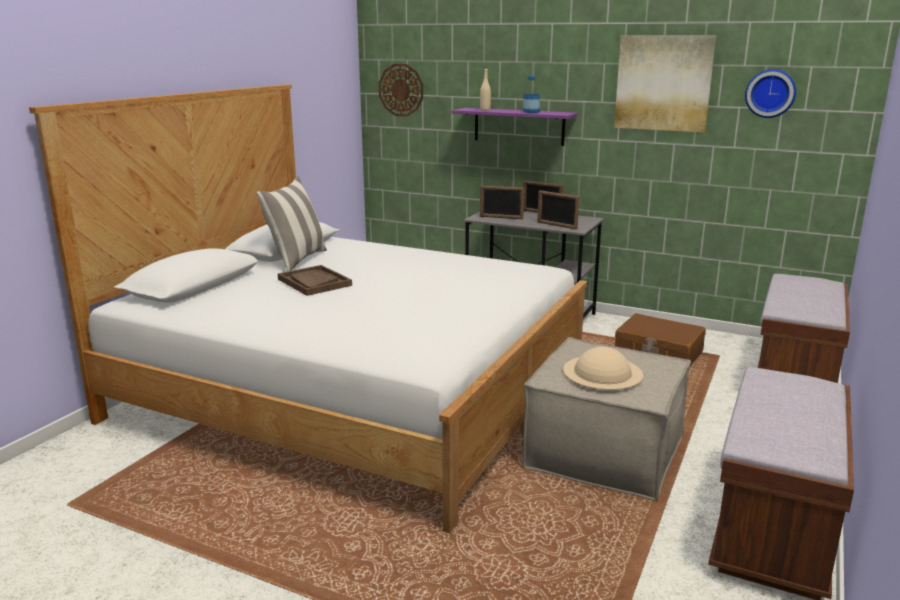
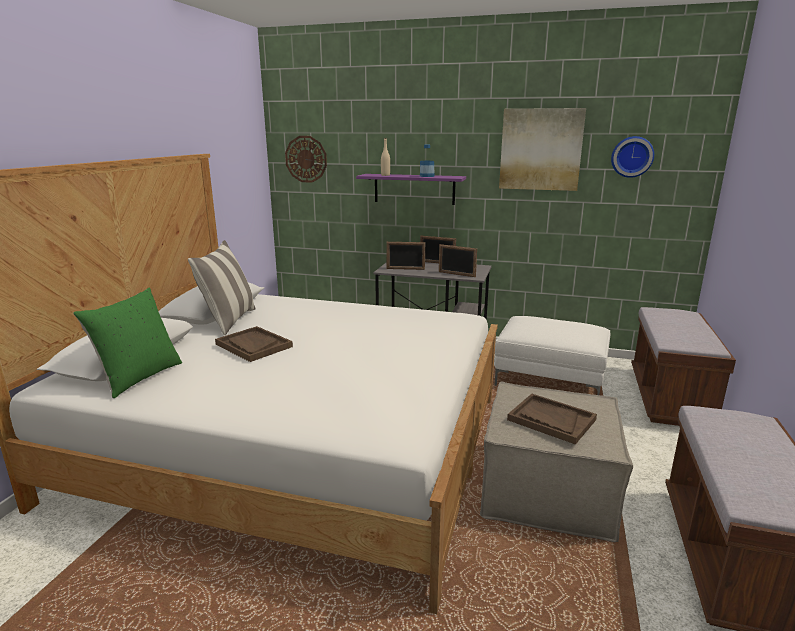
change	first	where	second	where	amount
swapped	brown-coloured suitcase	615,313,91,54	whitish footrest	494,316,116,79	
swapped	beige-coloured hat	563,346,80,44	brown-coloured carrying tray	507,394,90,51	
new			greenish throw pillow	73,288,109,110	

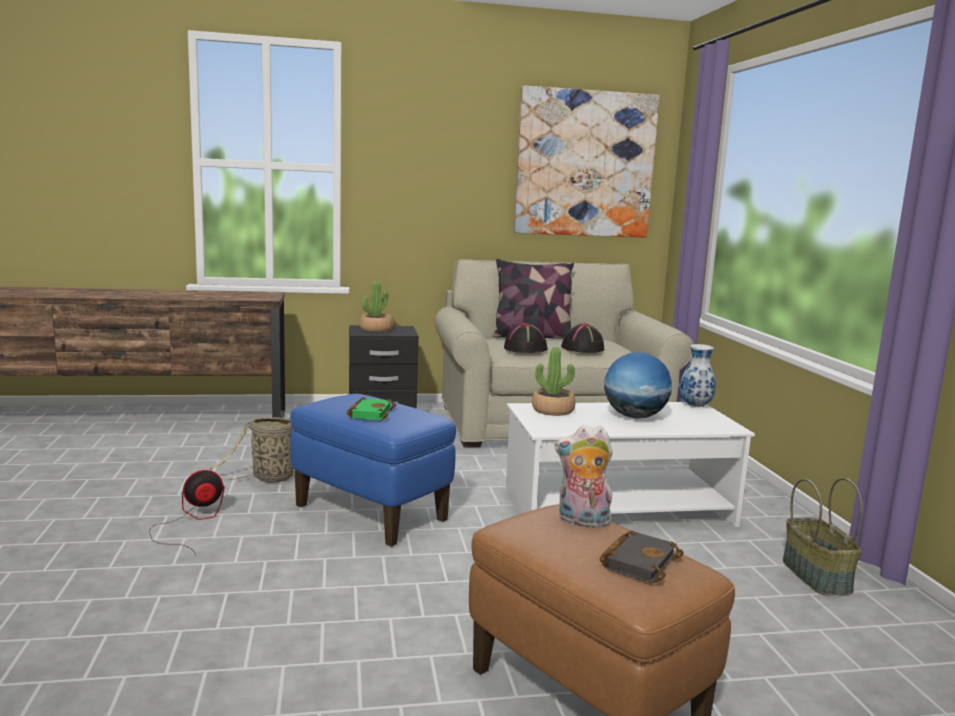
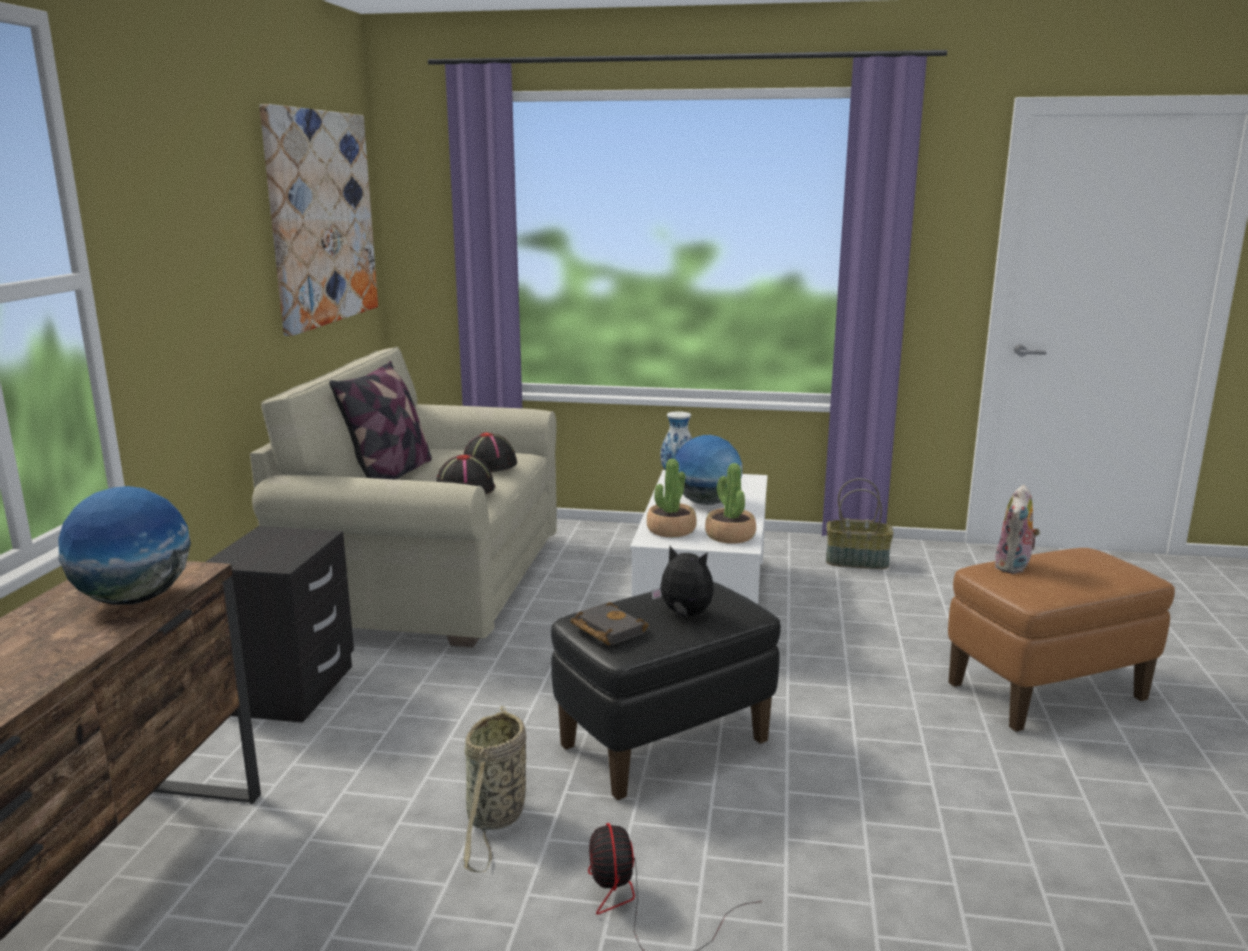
change	first	where	second	where	amount
shifted	plant in a pot	360,281,33,51		705,463,51,81	
repainted	bluish footrest	290,394,166,153	black-coloured footrest	551,582,230,218	
swapped	greenish bound book	347,397,49,24	cuddly toy	651,546,63,71	
shifted	black-coloured bound book	599,531,85,52		571,602,78,43	
new			world globe	59,486,132,119	

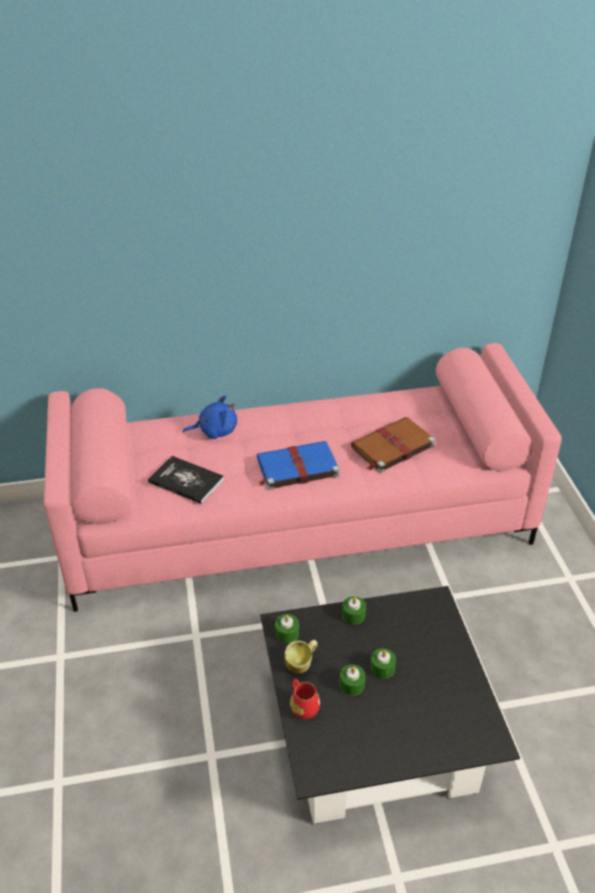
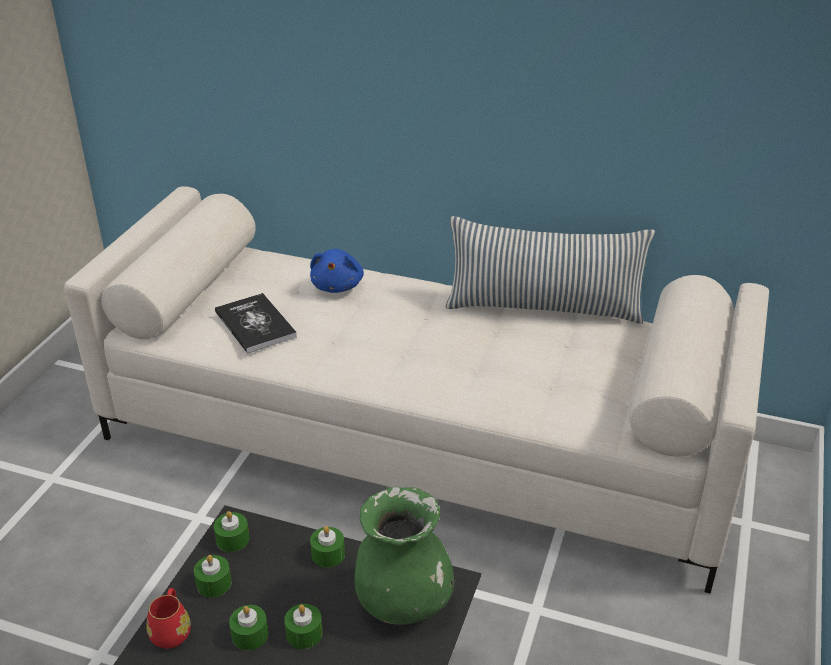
change	first	where	second	where	amount
repainted	pink-coloured settee	44,343,518,269	whitish settee	64,186,705,408	
rotated	bluish cuddly toy	183,395,54,44		310,249,54,44	75 degrees clockwise
gone	brown-coloured bound book	351,417,84,56			
gone	bluish bound book	257,441,83,49			
swapped	mug	284,640,34,34	greenish wax light	194,555,37,43	
new			throw pillow	446,216,209,108	
new			greenish vase	354,487,100,138	

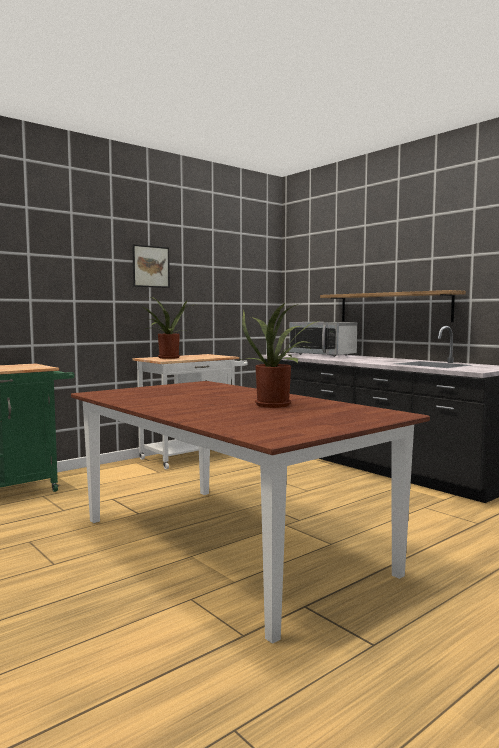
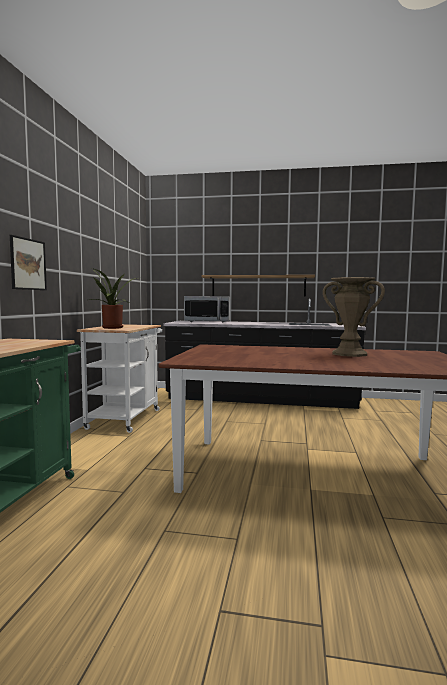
change	first	where	second	where	amount
shifted	wall picture	132,244,38,44		10,235,37,55	
swapped	plant in a pot	240,303,79,105	brown-coloured vase	323,277,62,80	

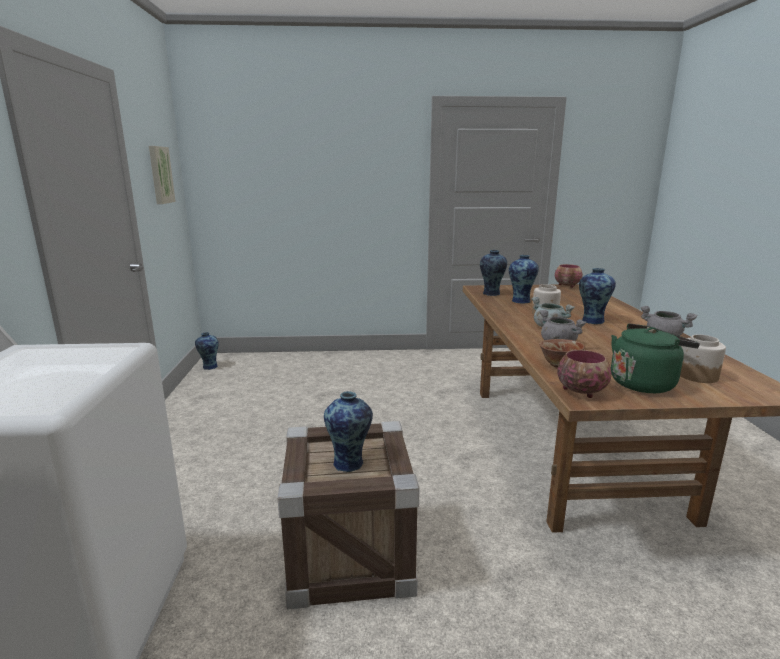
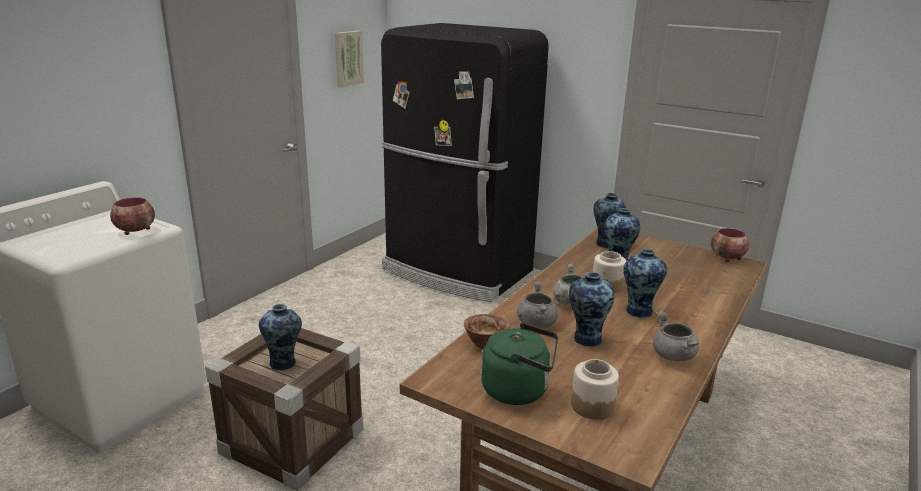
change	first	where	second	where	amount
shifted	vase	195,332,24,38		569,272,45,75	
shifted	serving bowl	557,350,54,48		110,197,45,38	
new			black-coloured refrigerator	381,23,168,279	

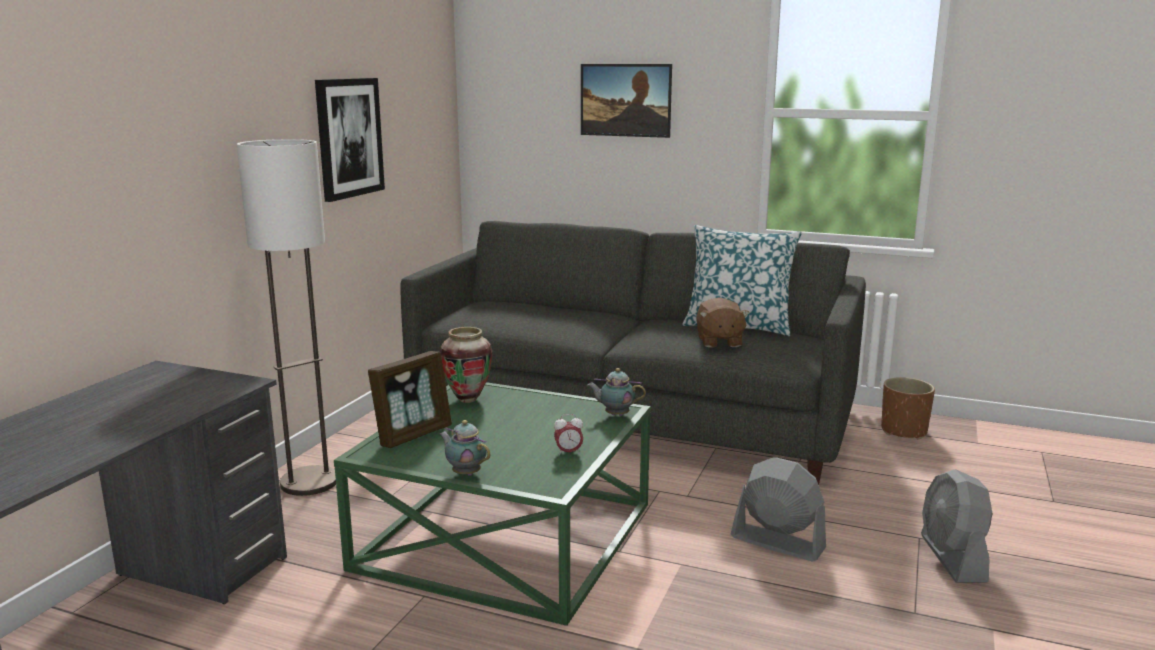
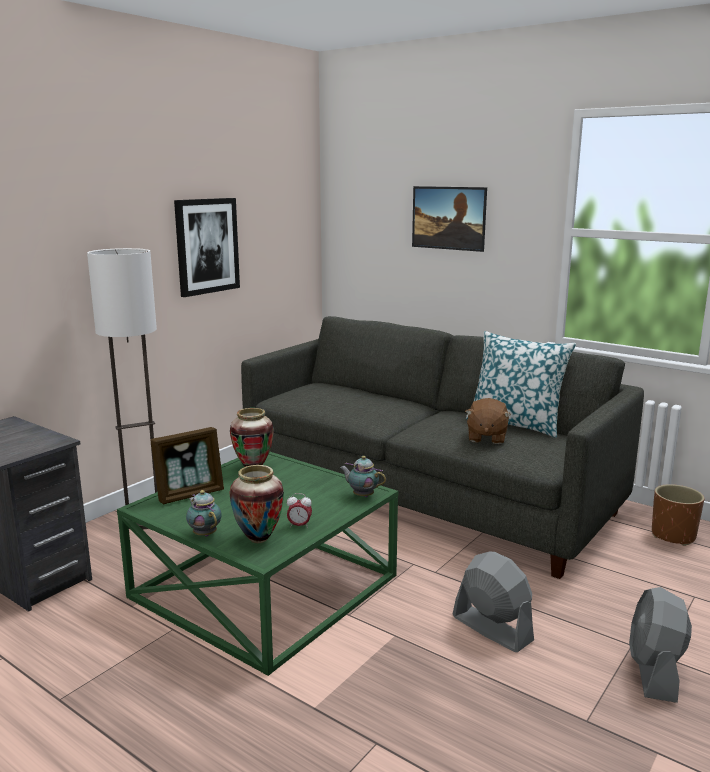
change	first	where	second	where	amount
new			vase	229,465,55,78	

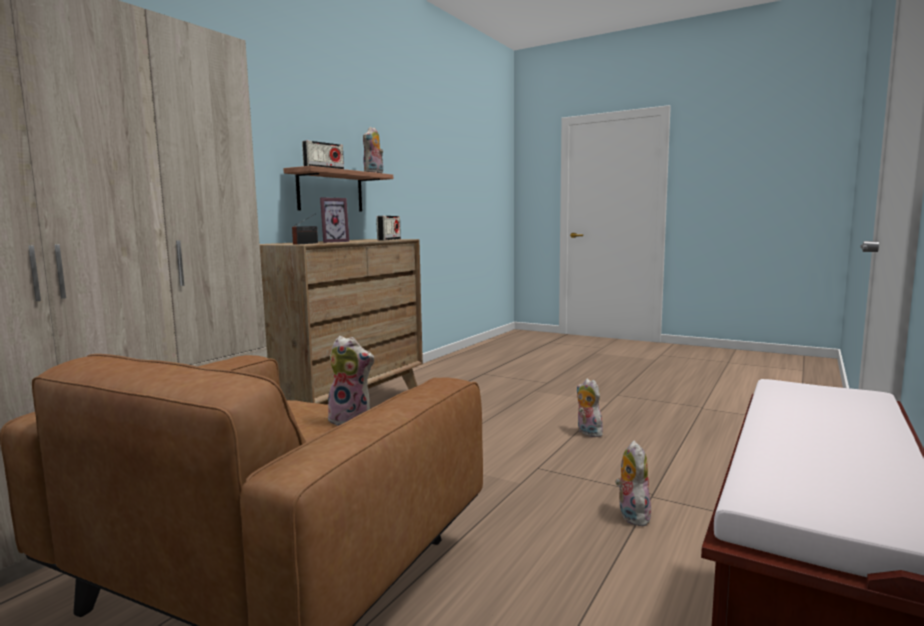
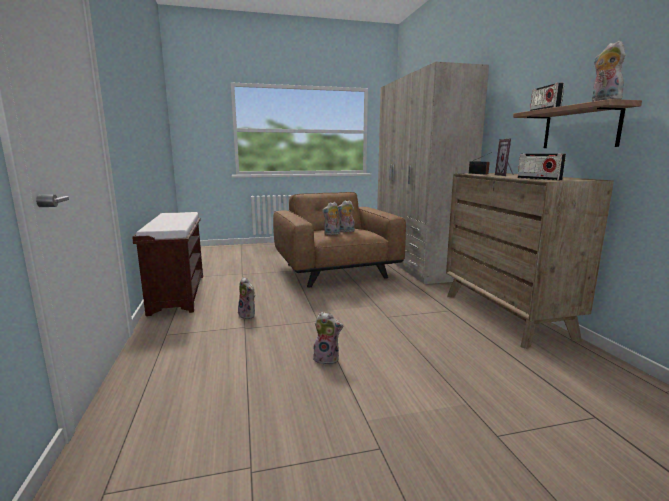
change	first	where	second	where	amount
new			cuddly toy	338,200,17,32	

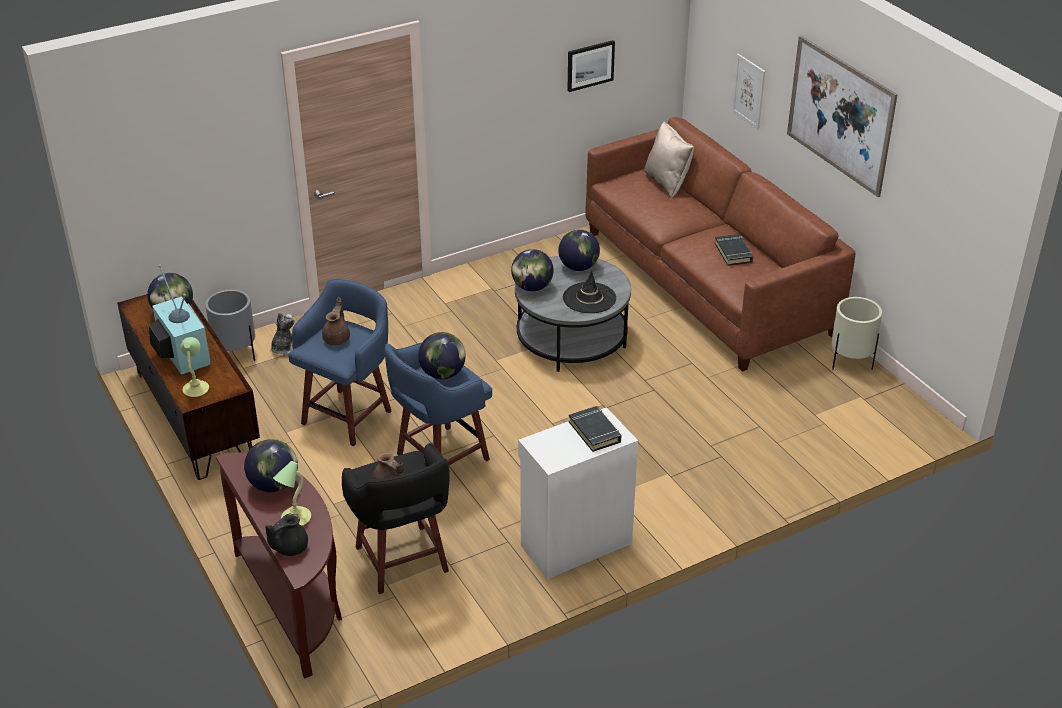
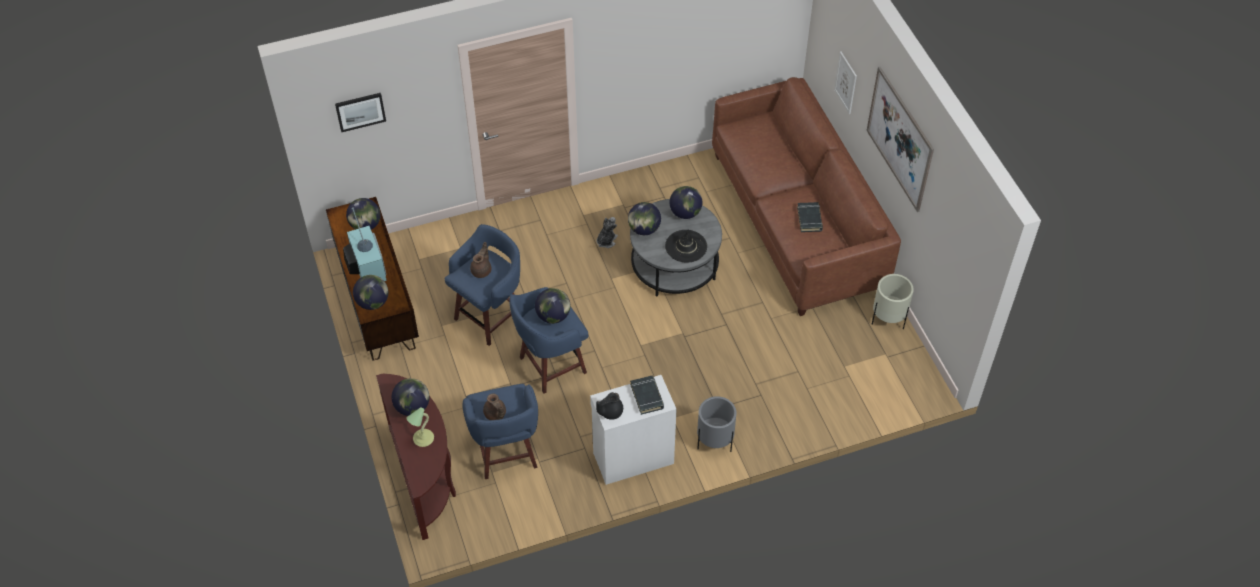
change	first	where	second	where	amount
shifted	wall picture	567,40,48,52		335,93,51,39	
gone	beige-coloured throw pillow	644,122,50,76			
shifted	grey flower pot	205,290,50,71		697,396,40,56	
shifted	cuddly toy	271,312,24,43		596,217,22,31	
swapped	lamp for a table	180,337,29,60	world globe	353,275,35,35	
repainted	black-coloured stool seat	342,443,108,151	bluish stool seat	462,384,76,95	
shifted	black-coloured tea pot	265,514,43,42		596,392,27,28	

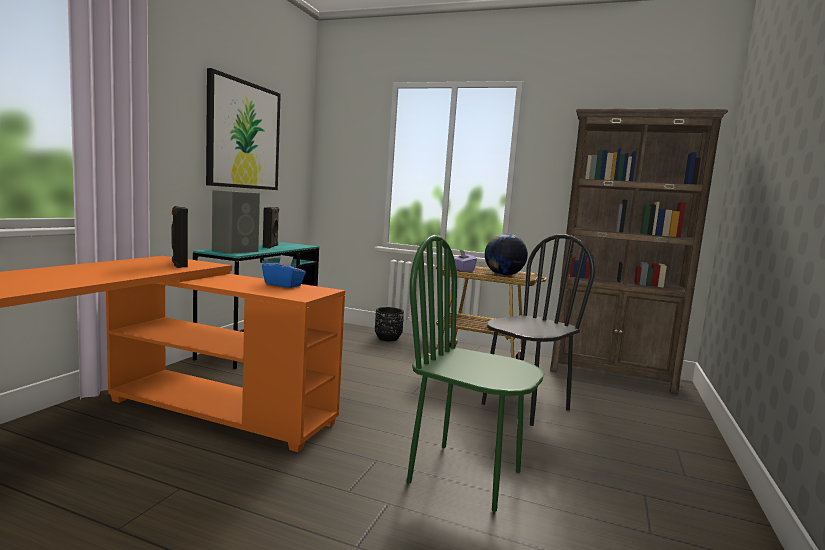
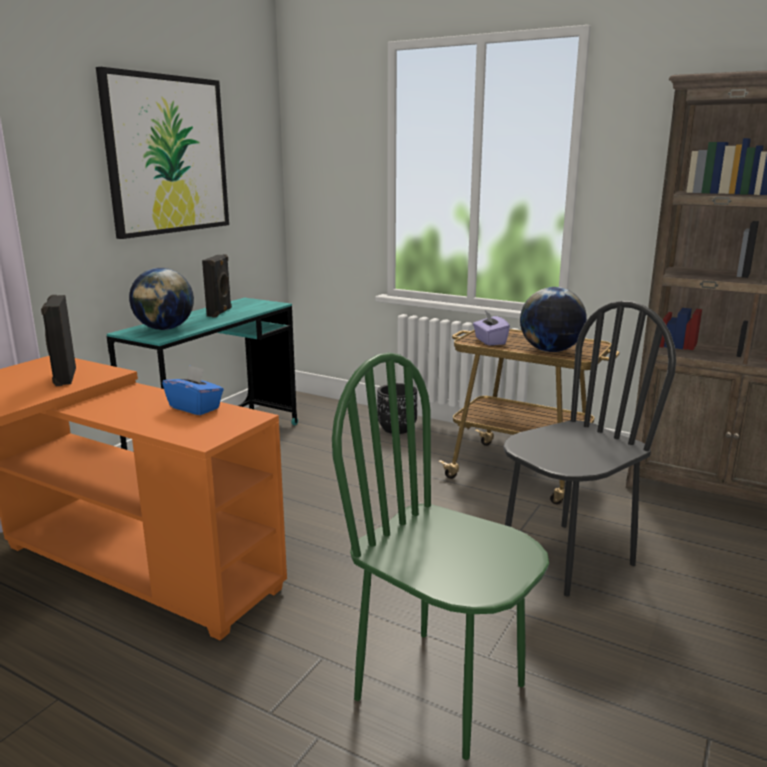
change	first	where	second	where	amount
swapped	grey audio speaker	212,190,48,64	world globe	129,268,65,62	

